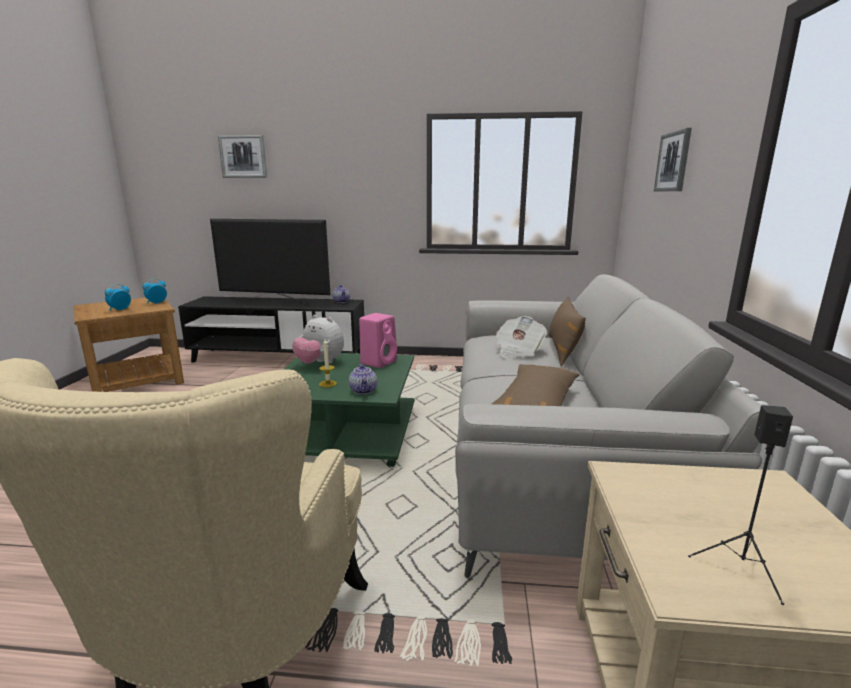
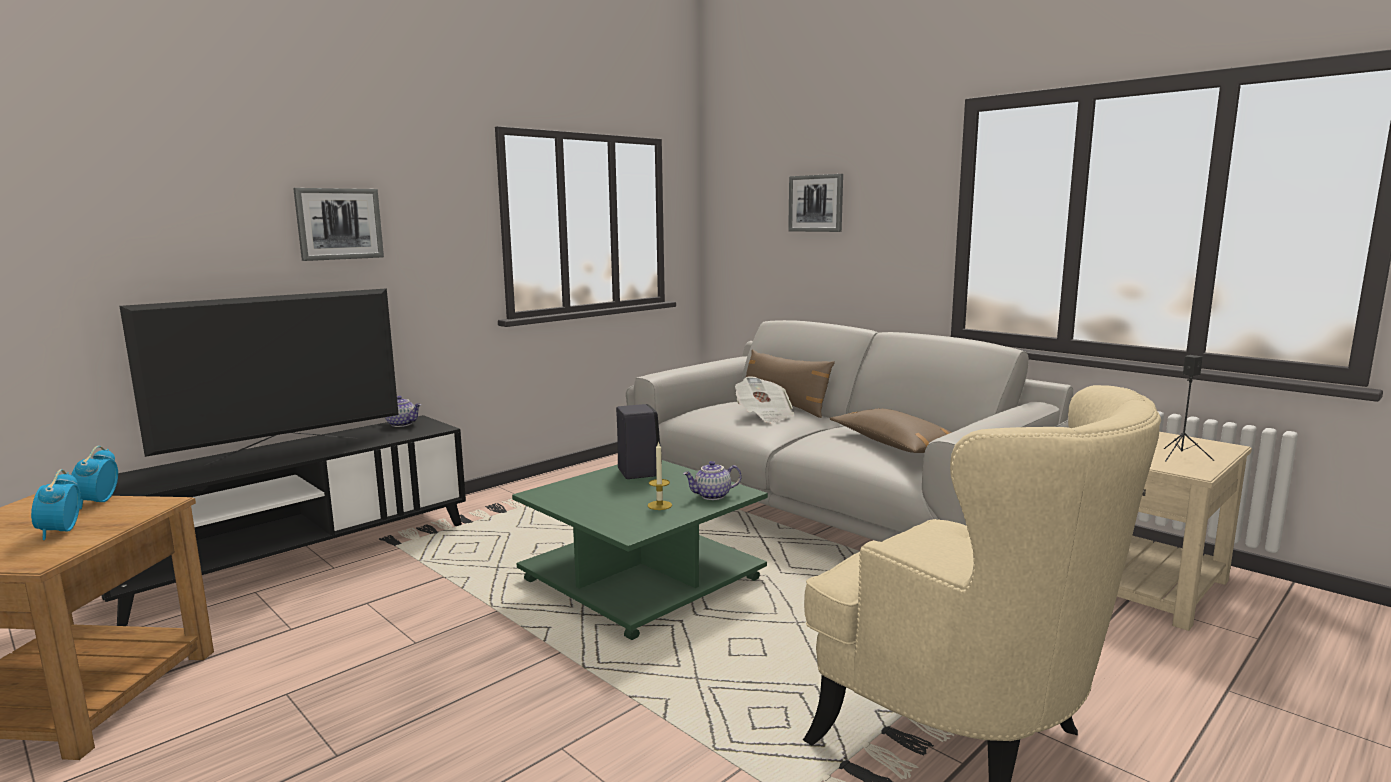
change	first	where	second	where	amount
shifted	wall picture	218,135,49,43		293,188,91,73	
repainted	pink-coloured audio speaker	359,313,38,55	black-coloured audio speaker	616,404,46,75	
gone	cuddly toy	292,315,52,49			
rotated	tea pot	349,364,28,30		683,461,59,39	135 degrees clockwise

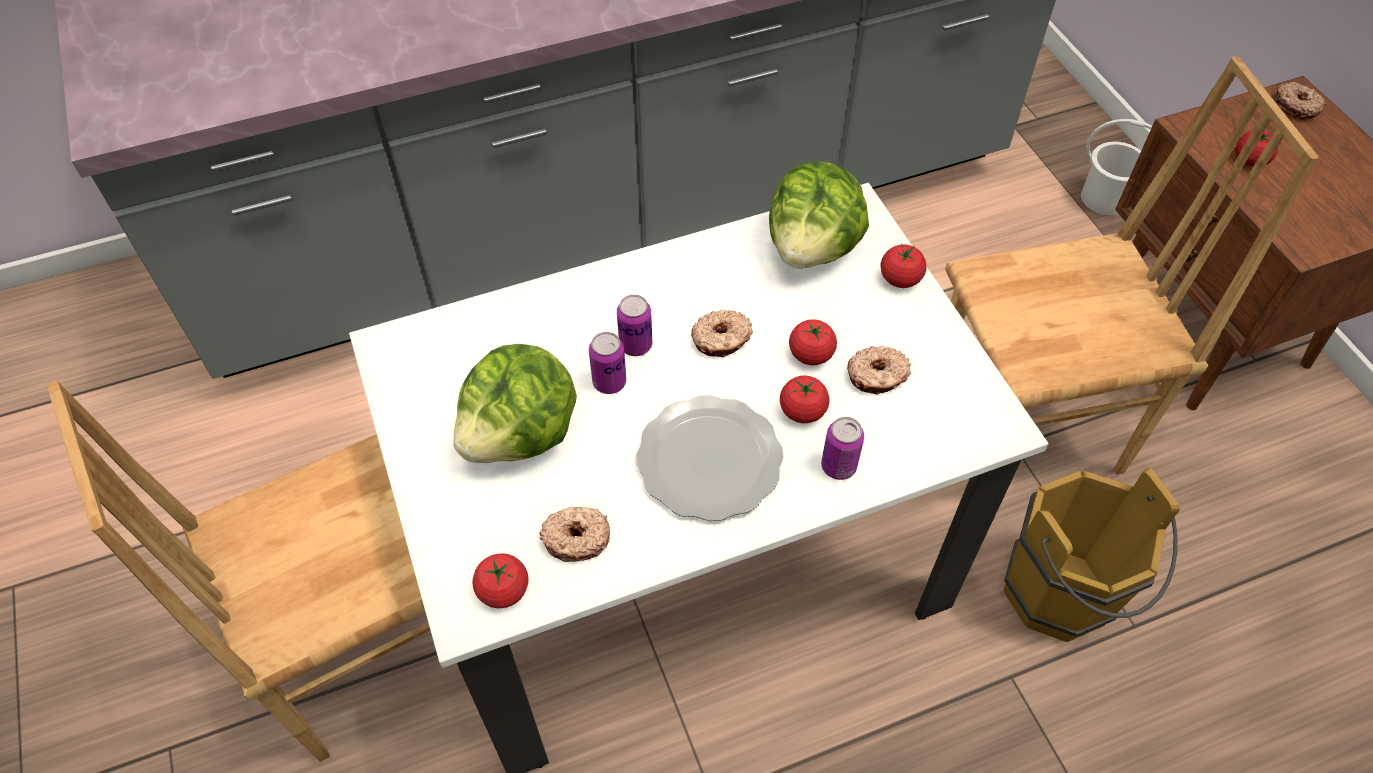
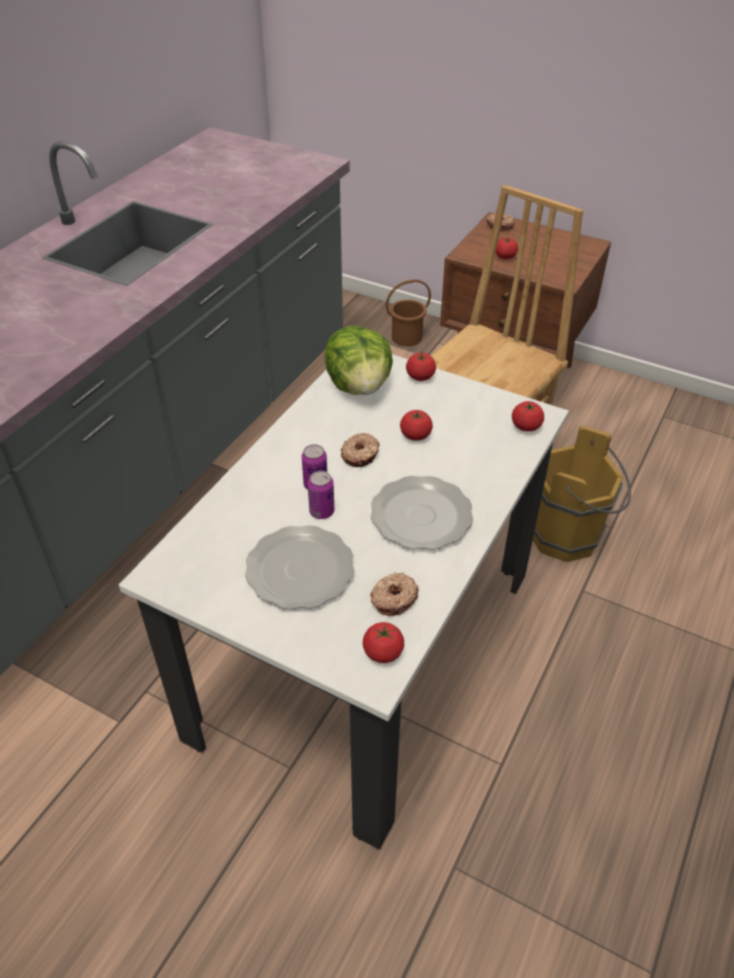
change	first	where	second	where	amount
repainted	whitish water bucket	1081,119,71,96	brown-coloured water bucket	386,279,45,67	
swapped	lettuce	454,344,123,119	flat dish	245,525,109,84	
gone	doughnut	847,346,64,49			
shifted	tomato	780,376,49,47		512,401,32,31	
gone	brown-coloured upright chair	47,381,384,381			
gone	can	821,417,43,63			

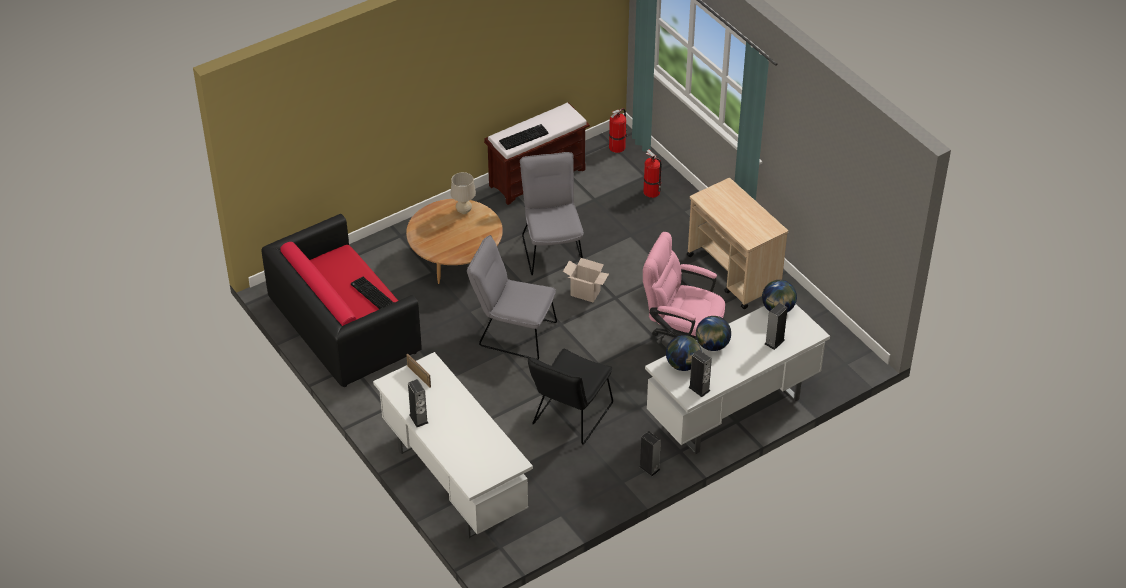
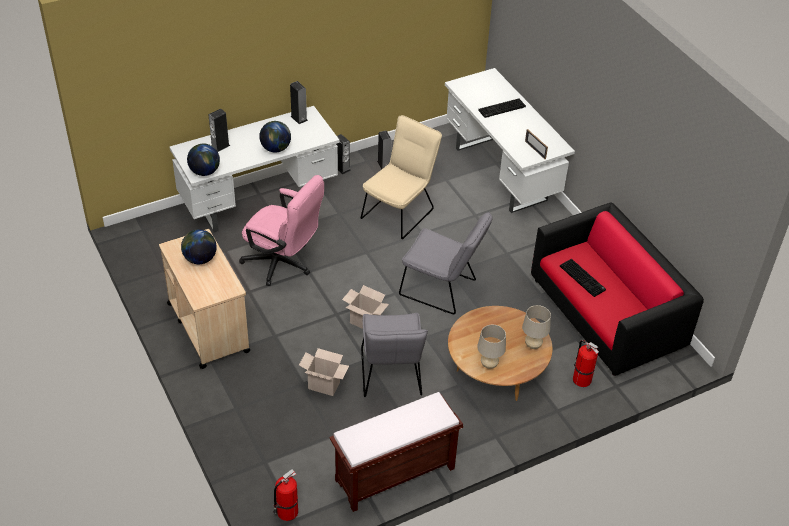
change	first	where	second	where	amount
shifted	keyboard	499,124,50,26		478,99,48,19	
shifted	fire-fighting cylinder	643,149,19,49		573,340,26,47	
shifted	world globe	666,335,36,36		181,229,36,35	
repainted	black-coloured upright chair	528,349,85,96	beige-coloured upright chair	361,115,81,124	
shifted	audio speaker	408,379,20,48		377,131,15,39	
new			beige-coloured lamp for a table	522,305,29,44	
new			packing box	299,348,50,48	

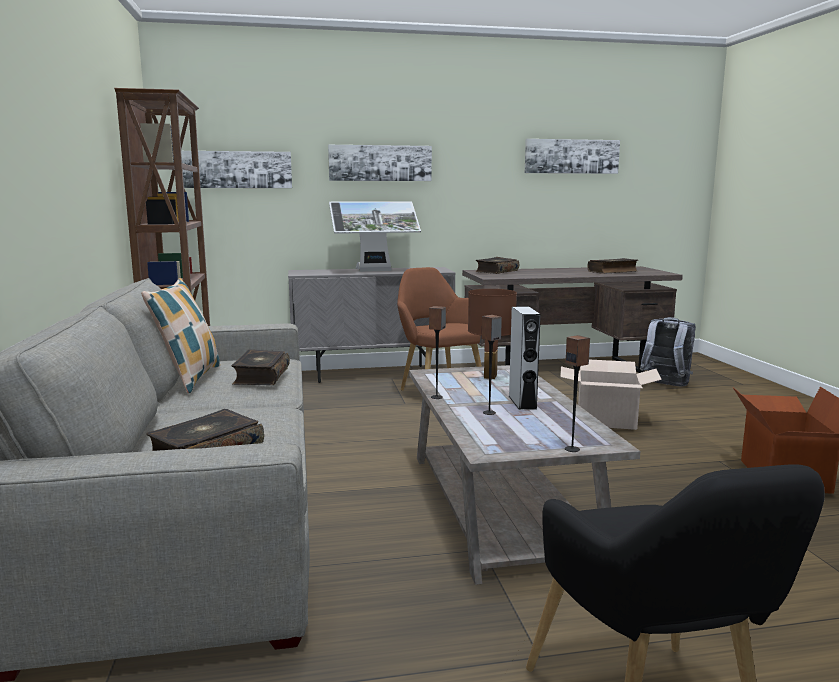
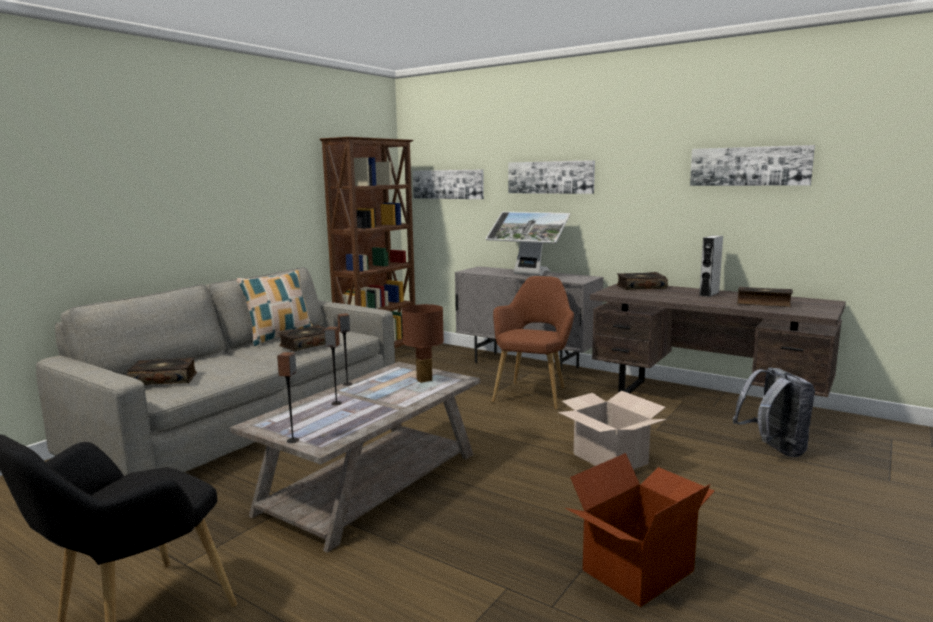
change	first	where	second	where	amount
shifted	grey audio speaker	509,306,32,104		699,235,24,62	

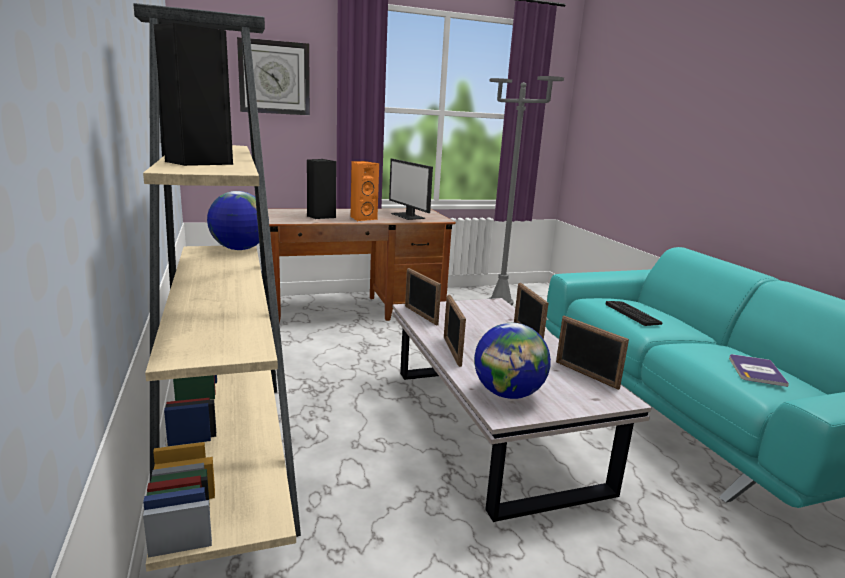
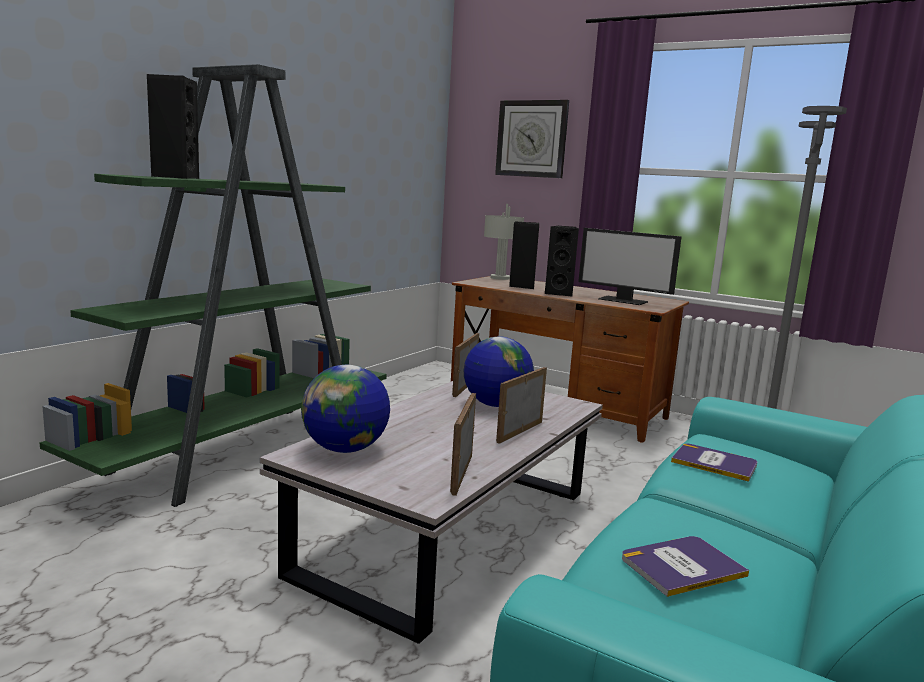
change	first	where	second	where	amount
repainted	beige-coloured shelving unit	133,3,168,569	greenish shelving unit	40,64,347,443	
rotated	computer display	389,159,44,61		578,228,104,77	75 degrees counterclockwise
repainted	orangey audio speaker	350,161,29,60	black-coloured audio speaker	545,226,34,70	
shifted	world globe	207,191,62,59		464,336,70,71	
gone	standing frame	444,295,22,72			
swapped	keyboard	605,301,57,25	bound book	671,443,87,39	
new			grey lamp for a table	484,204,40,76	

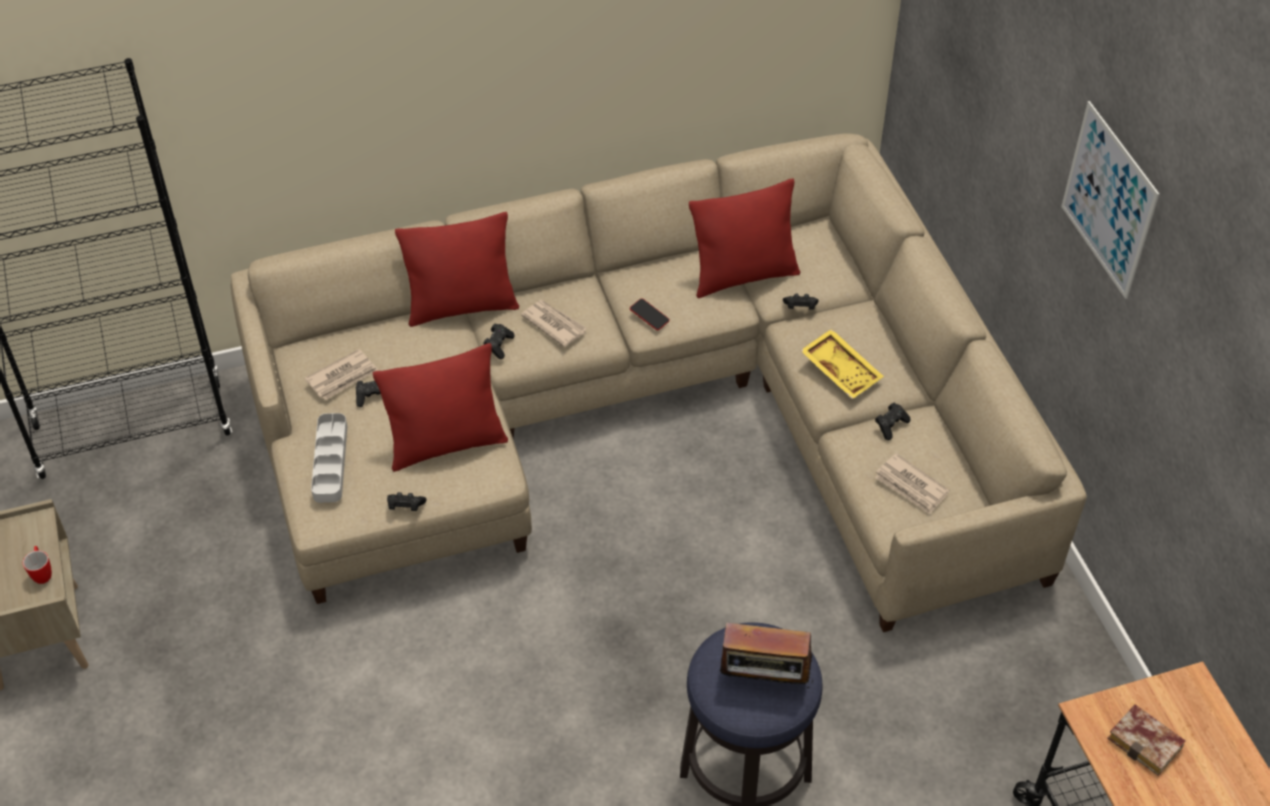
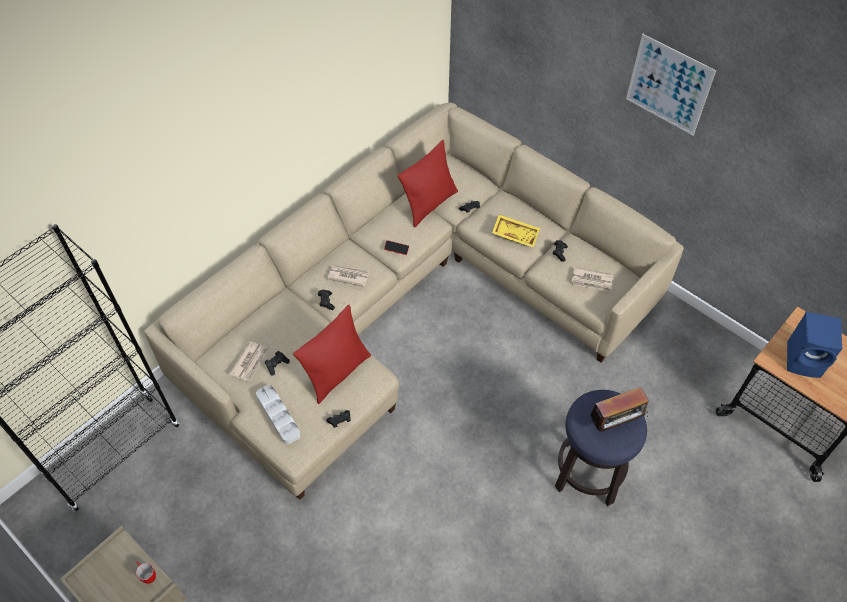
change	first	where	second	where	amount
gone	red throw pillow	395,212,124,115			
swapped	bound book	1107,704,79,71	bluish audio speaker	787,312,55,66	

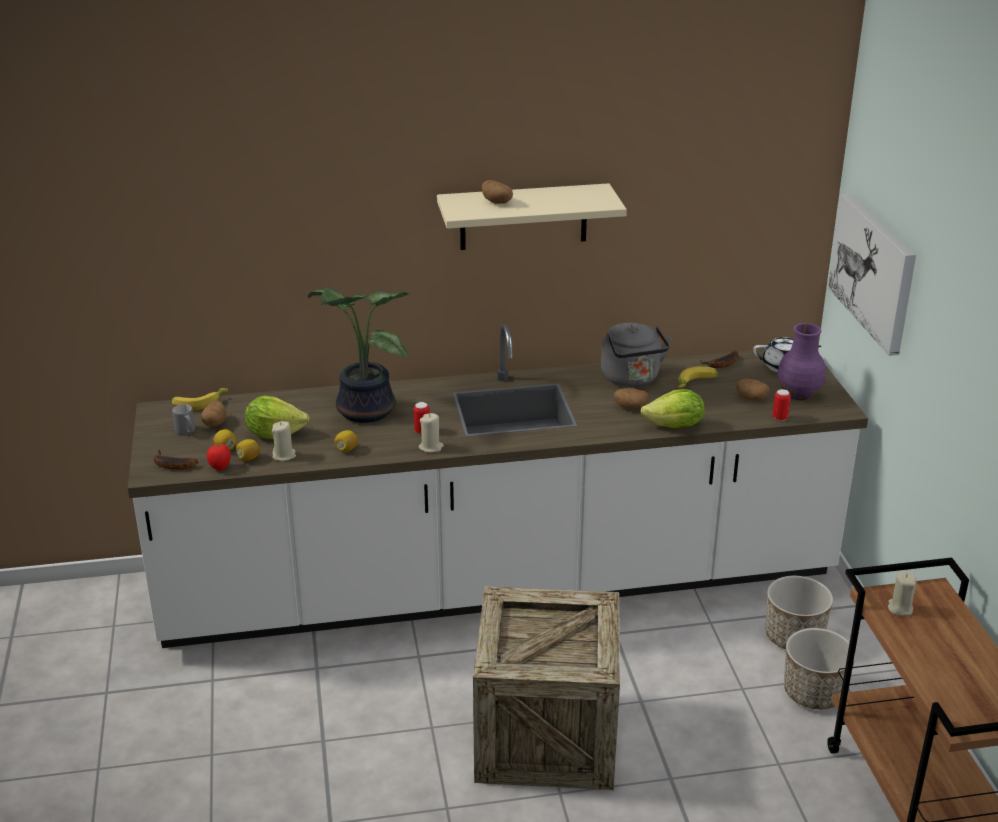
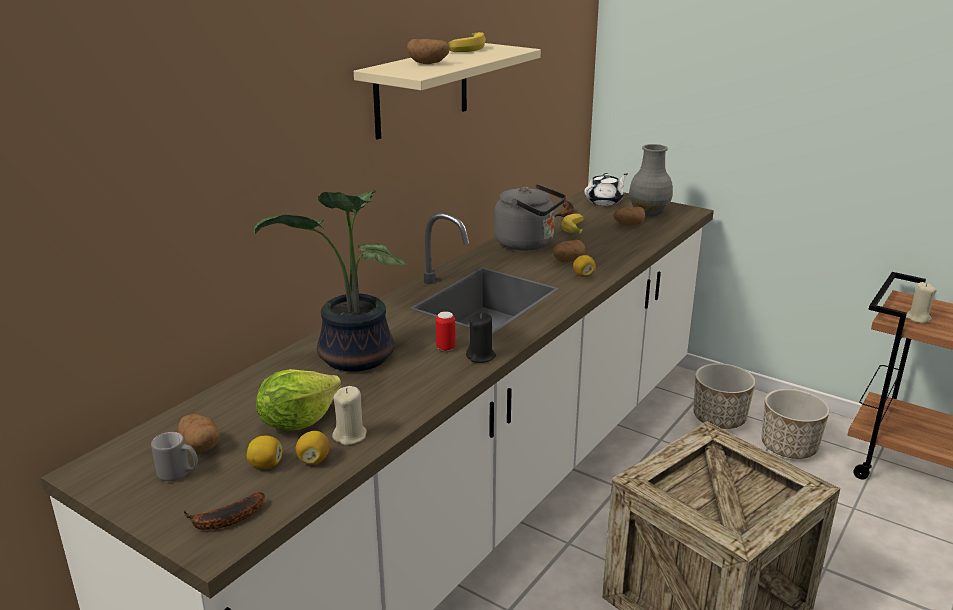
change	first	where	second	where	amount
gone	wall picture	828,194,88,162			
repainted	purple vase	777,323,49,77	grey vase	629,144,44,72	
shifted	banana fruit	172,388,56,23		448,32,38,20	
gone	lettuce	641,389,64,39			
gone	can	773,389,18,32			
repainted	beige-coloured wax light	419,413,25,40	black-coloured wax light	466,313,30,50	
shifted	whole lemon	335,430,23,22		573,255,23,22	
gone	tomato	207,444,24,26			

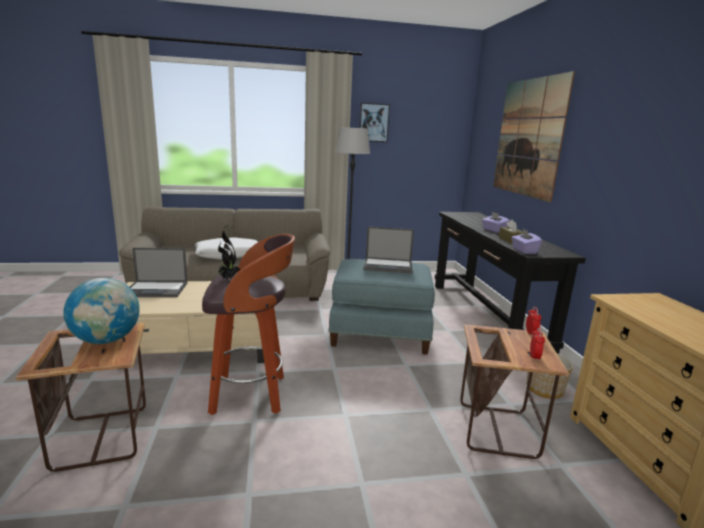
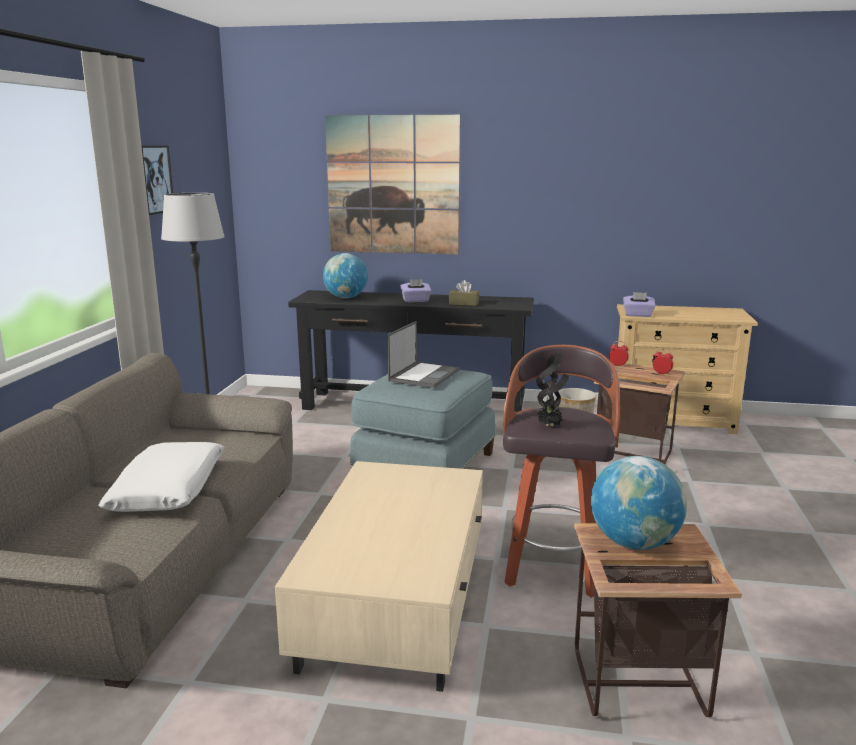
change	first	where	second	where	amount
shifted	purple box of tissues	511,229,31,25		623,292,32,25	
gone	notebook computer	130,248,57,49			
new			world globe	323,253,45,45	

